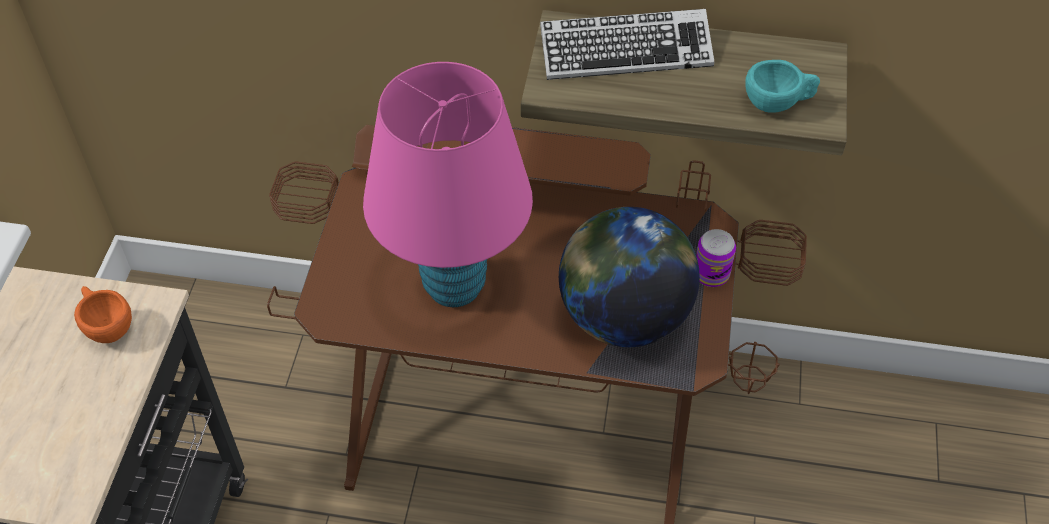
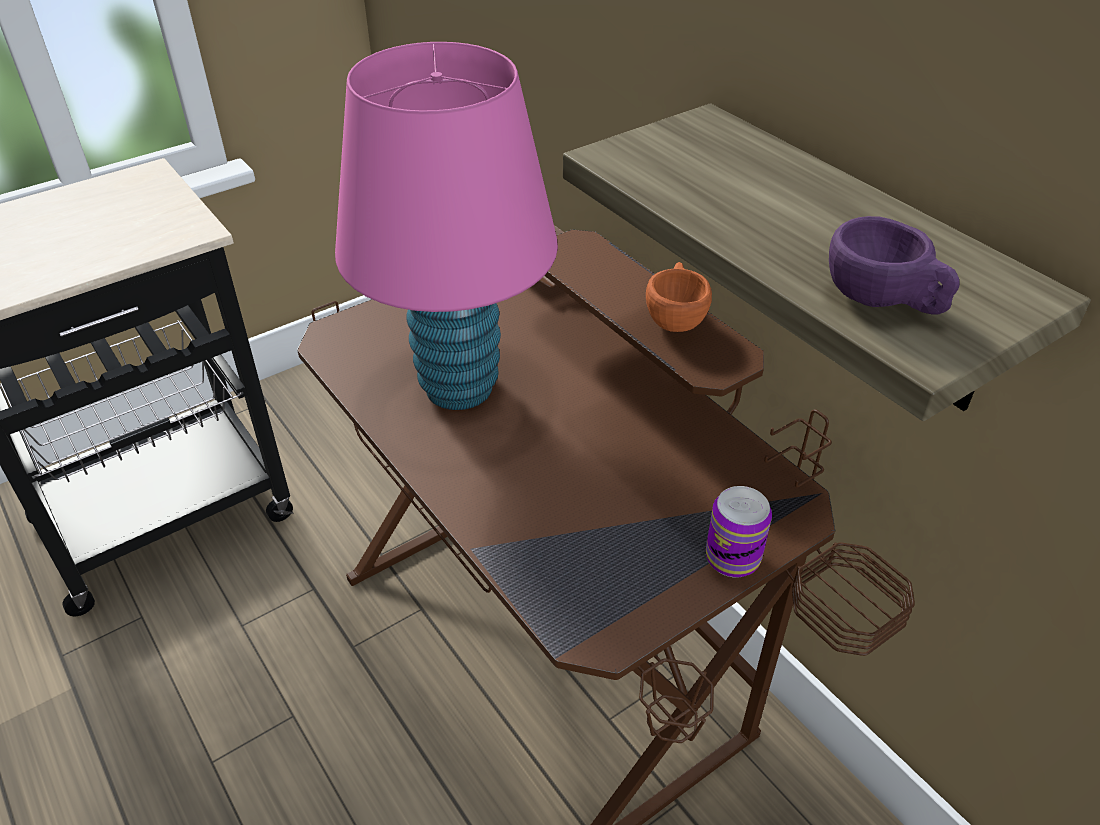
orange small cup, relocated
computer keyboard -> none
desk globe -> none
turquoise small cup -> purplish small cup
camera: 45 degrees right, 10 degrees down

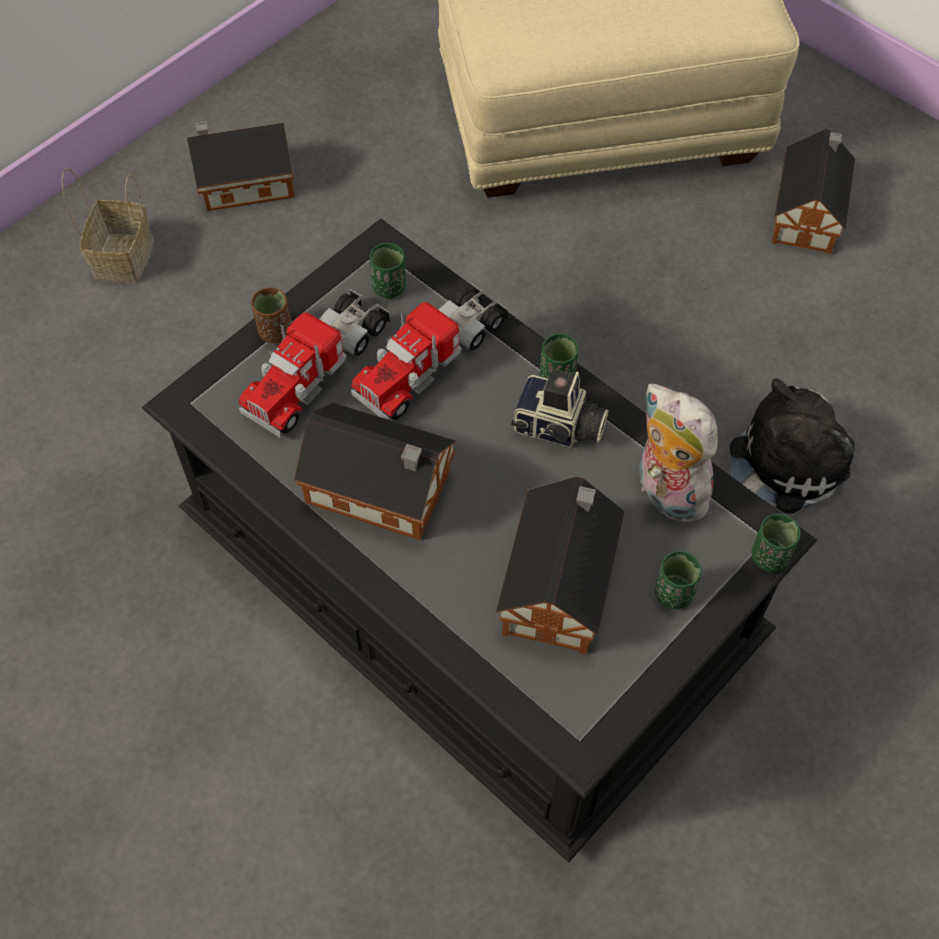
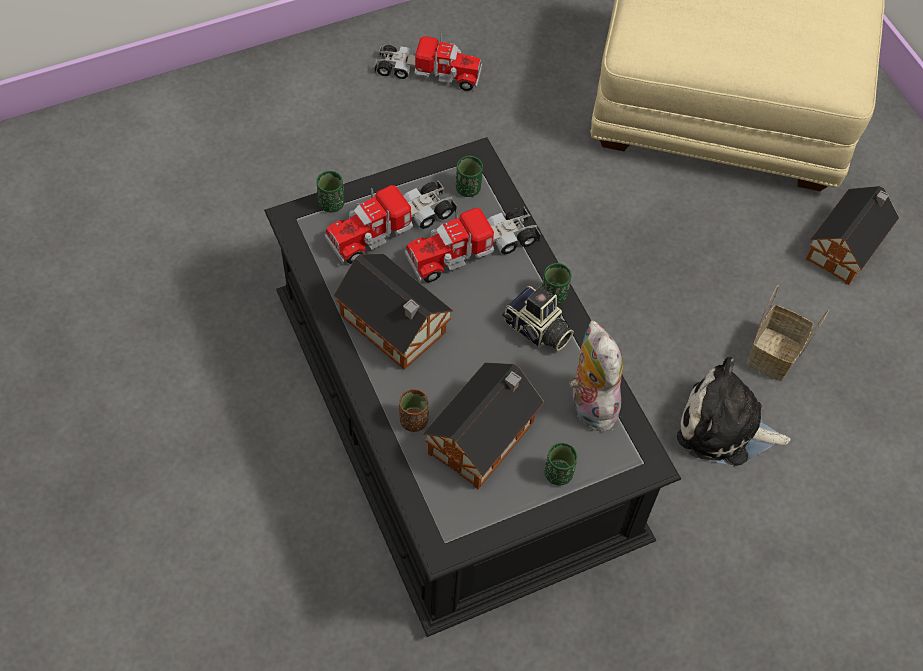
household basket, relocated
toy house (no. 1 from left) -> model truck (no. 2 from left)
brownish small cup, relocated
cuddly toy (no. 2 from left), 150 degrees counterclockwise
green-coloured small cup (no. 4 from left in the first image) -> green-coloured small cup (no. 1 from left), relocated
camera: 20 degrees right, 0 degrees up

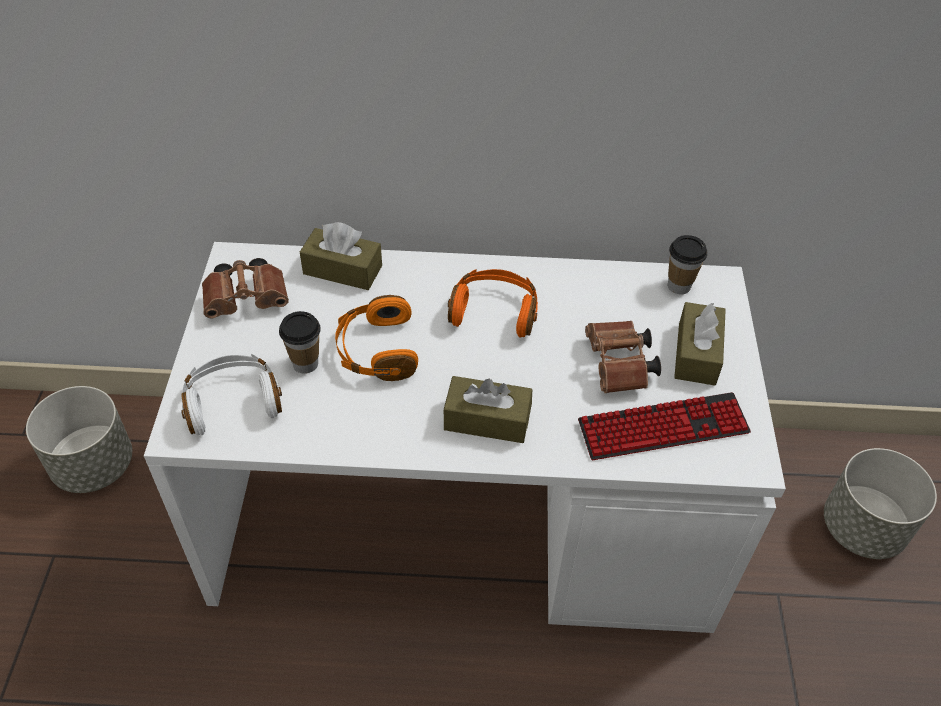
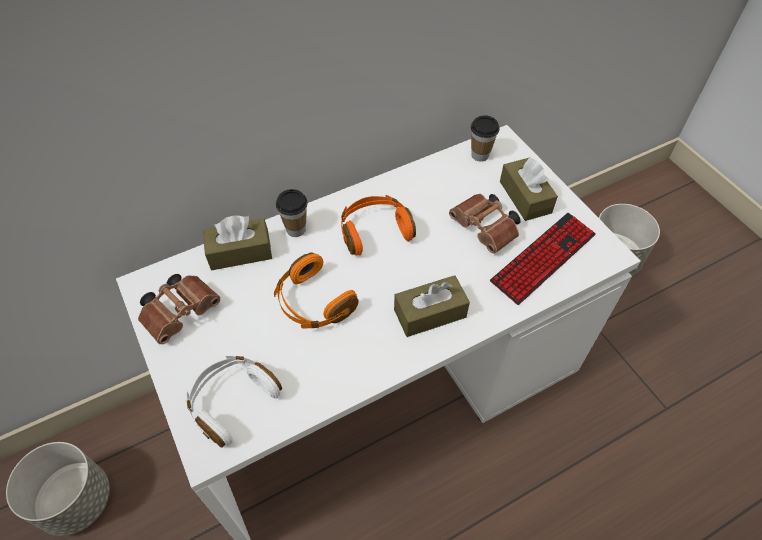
small cup (no. 1 from left), relocated
camera: 30 degrees left, 5 degrees up

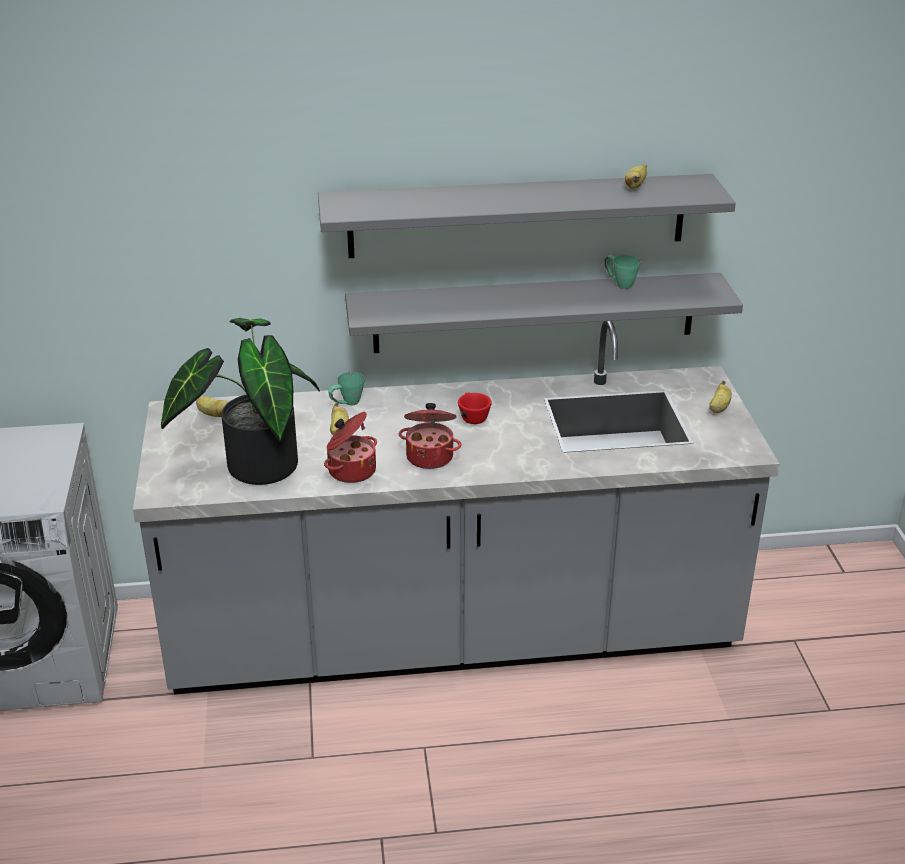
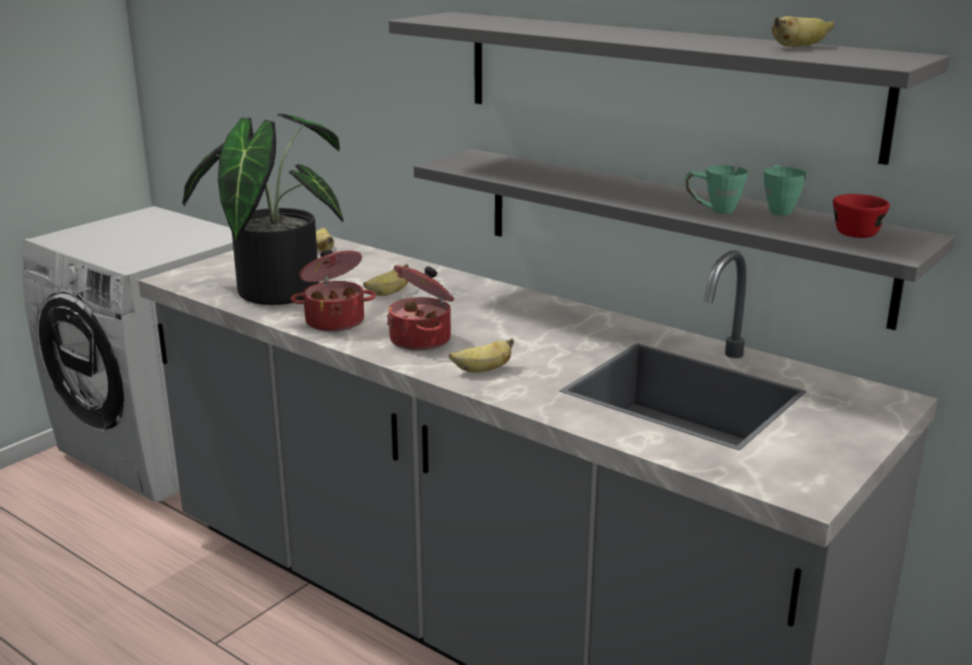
green-coloured mug (no. 1 from left), relocated
reddish small cup, relocated
banana (no. 4 from left in the first image) -> banana (no. 3 from left), relocated
camera: 45 degrees right, 10 degrees down

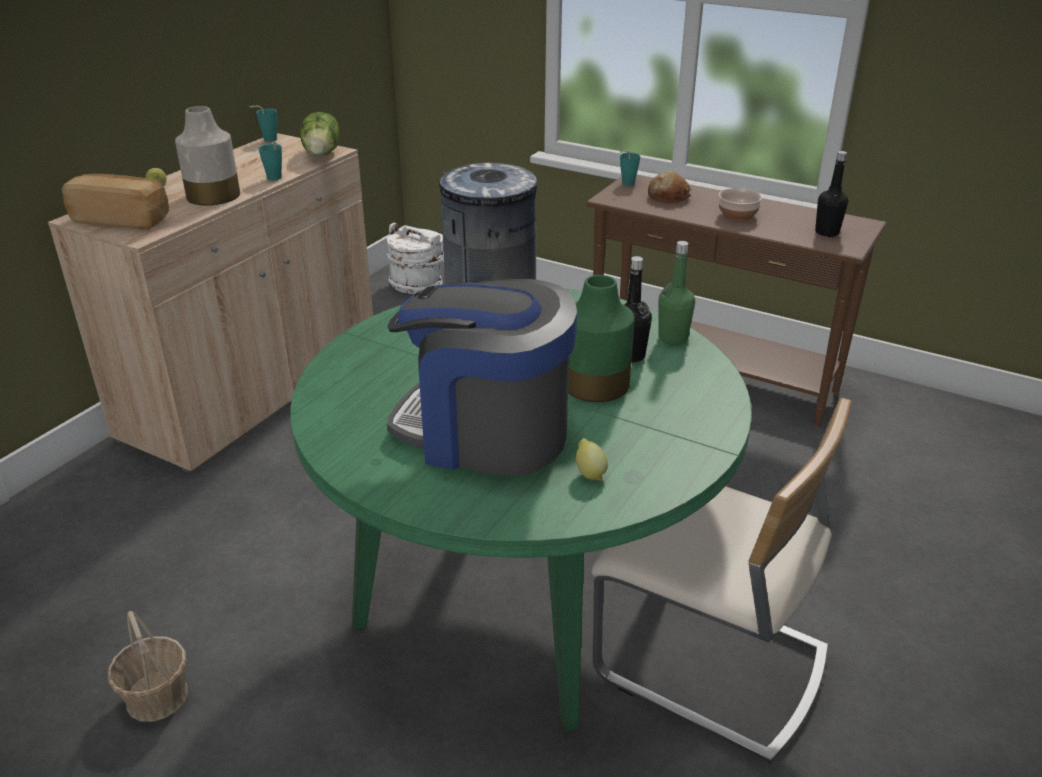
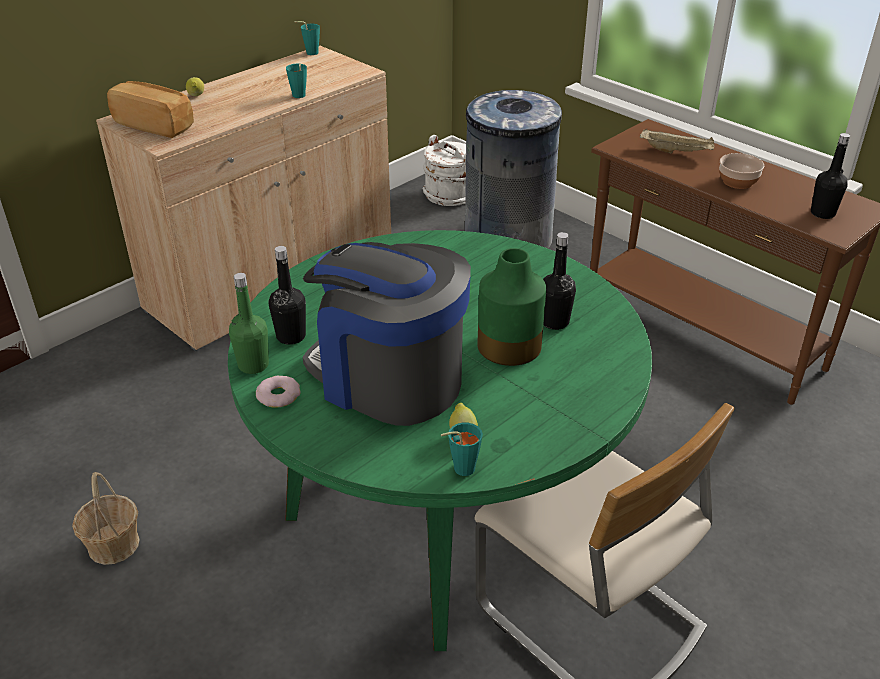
beige flower vase -> none
lettuce -> none
turquoise small cup (no. 3 from left), relocated
bread (no. 2 from left) -> beige serving tray
green-coloured drink bottle, relocated
none -> doughnut
none -> black drink bottle (no. 1 from left)
camera: 15 degrees right, 5 degrees up

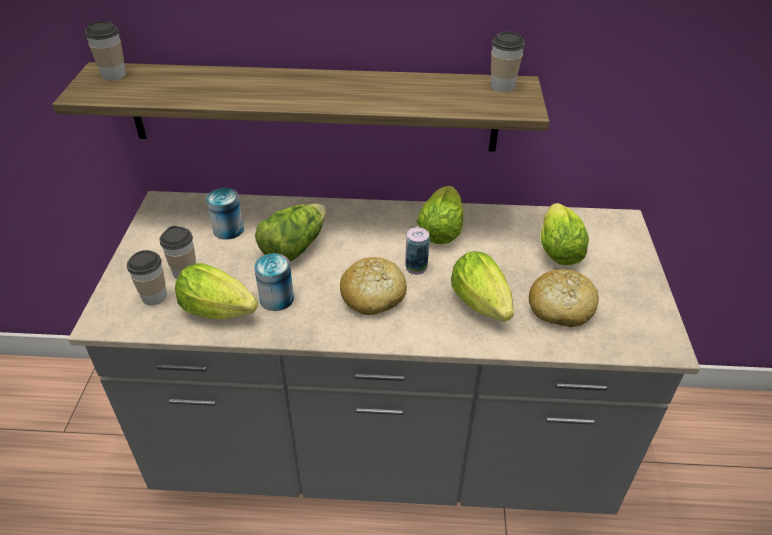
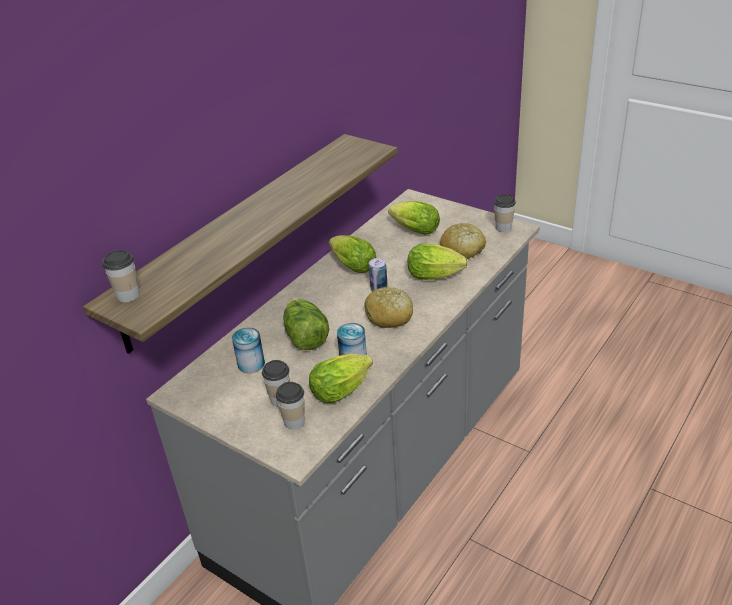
small cup (no. 4 from left), relocated
camera: 55 degrees left, 5 degrees down

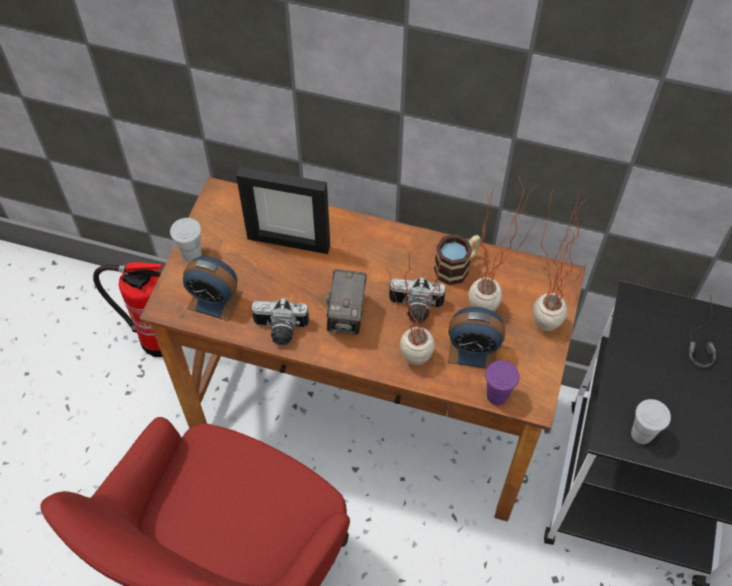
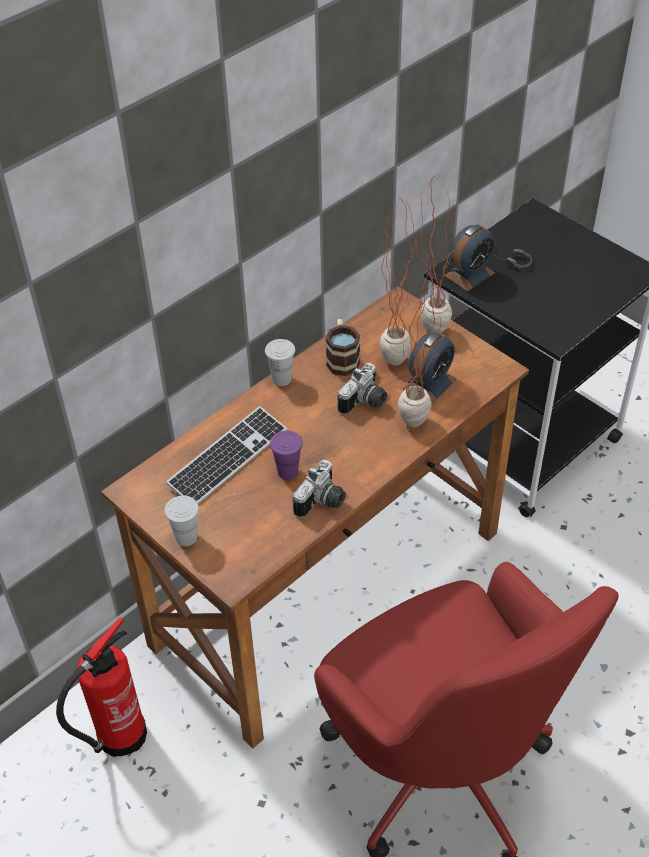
table clock (no. 1 from left in the first image) -> table clock (no. 2 from left), relocated
photo frame -> computer keyboard
photo camera (no. 2 from left) -> none
purplish small cup, relocated
white-coloured small cup (no. 2 from left), relocated
camera: 60 degrees left, 10 degrees down

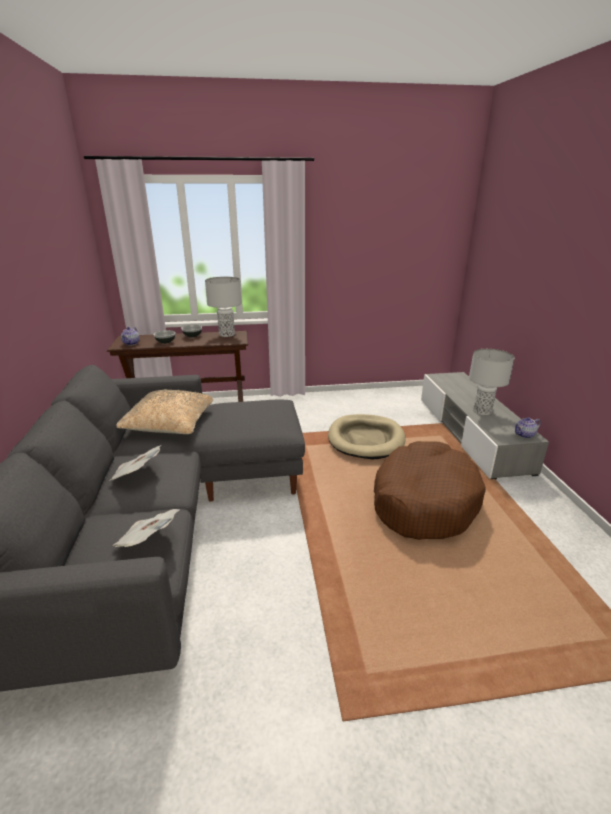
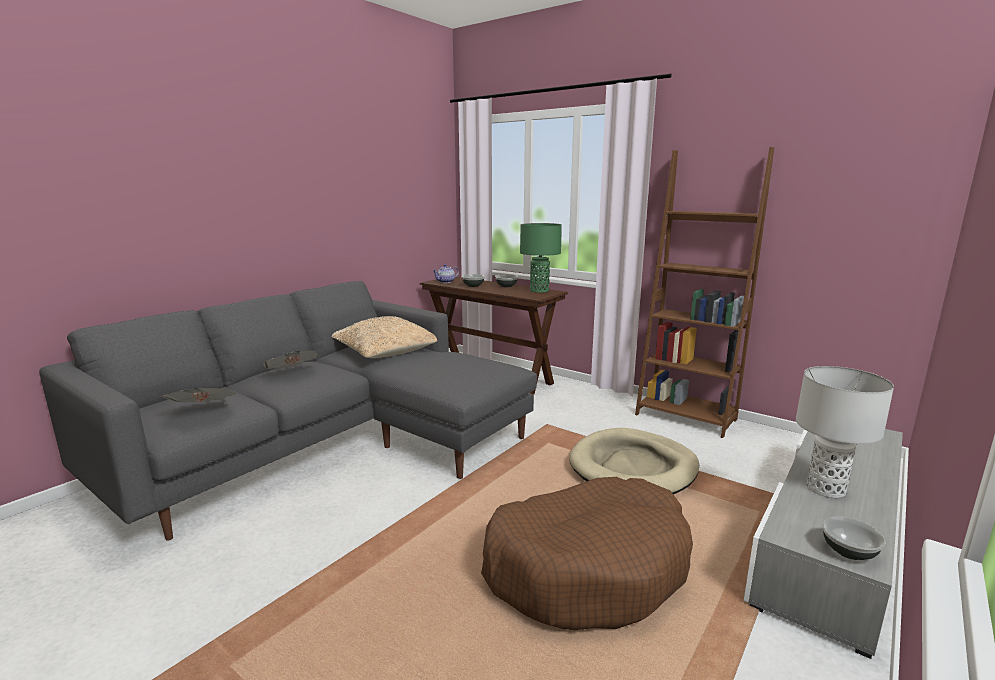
white-coloured tabletop lamp (no. 1 from left) -> green-coloured tabletop lamp
teapot (no. 2 from left) -> bowl (no. 3 from left)
none -> brownish shelving unit
camera: 45 degrees right, 10 degrees down

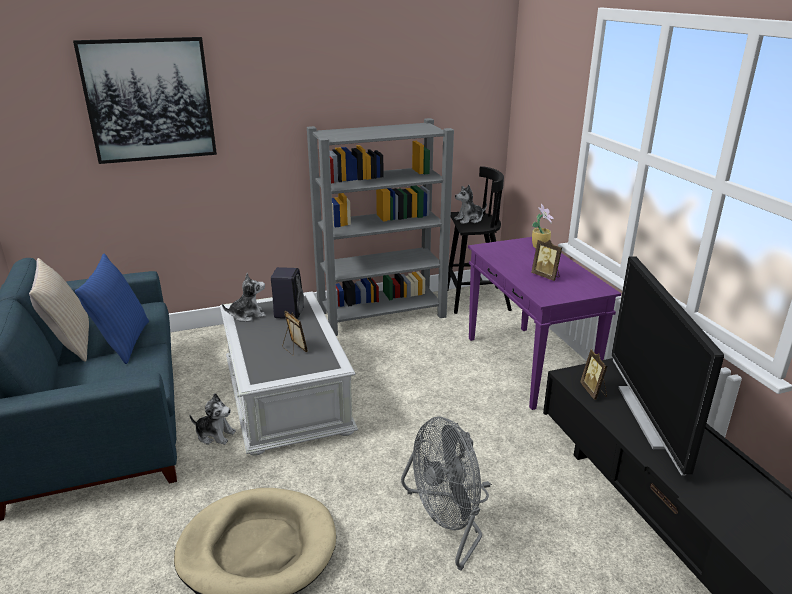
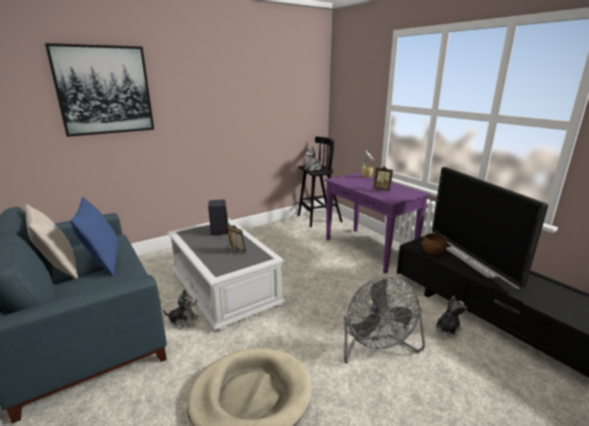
cuddly toy (no. 2 from left in the first image) -> cuddly toy (no. 3 from left), relocated
grey shelving unit -> none
grey fan, 60 degrees counterclockwise
photo frame (no. 3 from left) -> brownish bowl
camera: 15 degrees left, 5 degrees down

